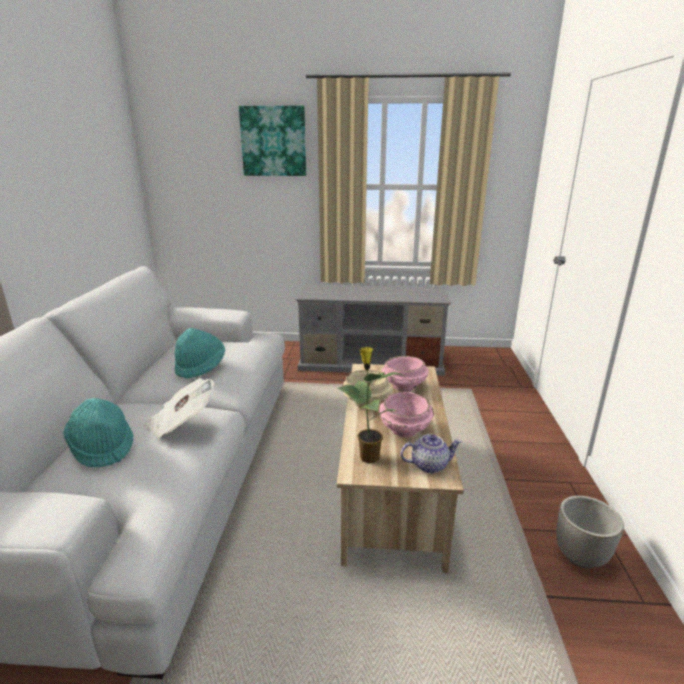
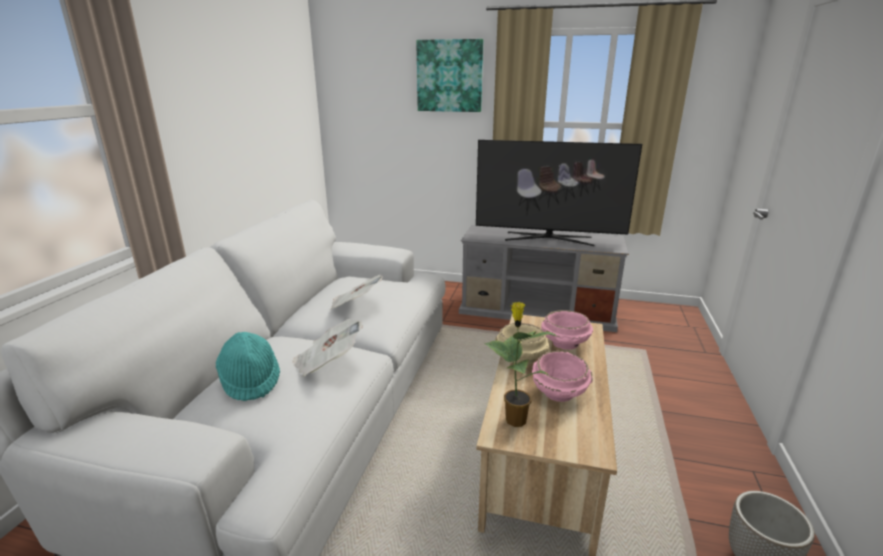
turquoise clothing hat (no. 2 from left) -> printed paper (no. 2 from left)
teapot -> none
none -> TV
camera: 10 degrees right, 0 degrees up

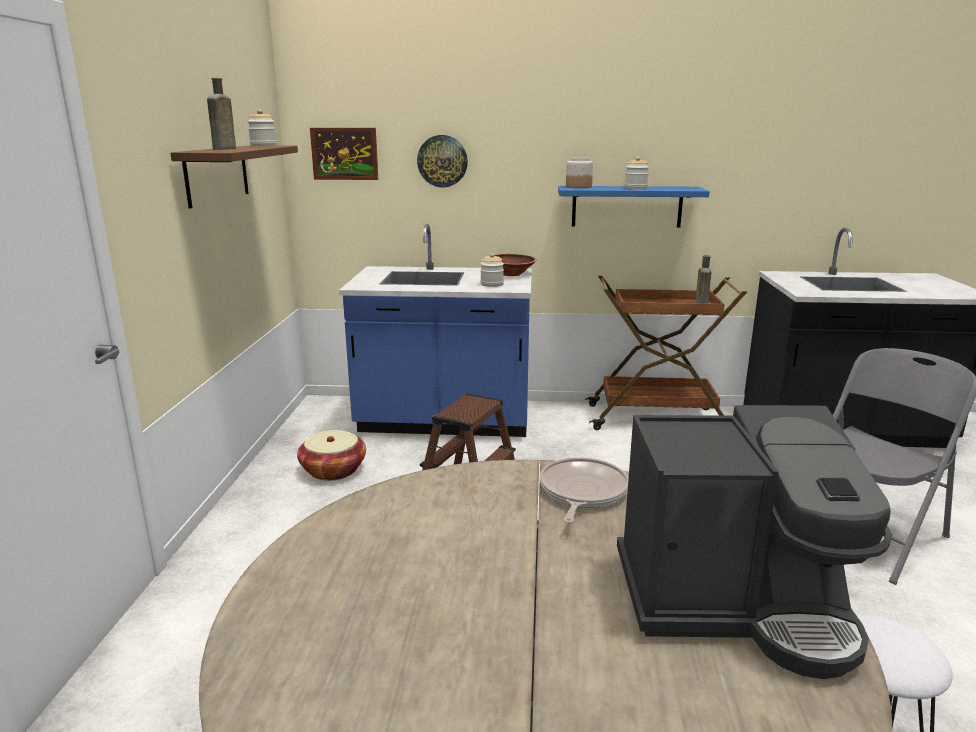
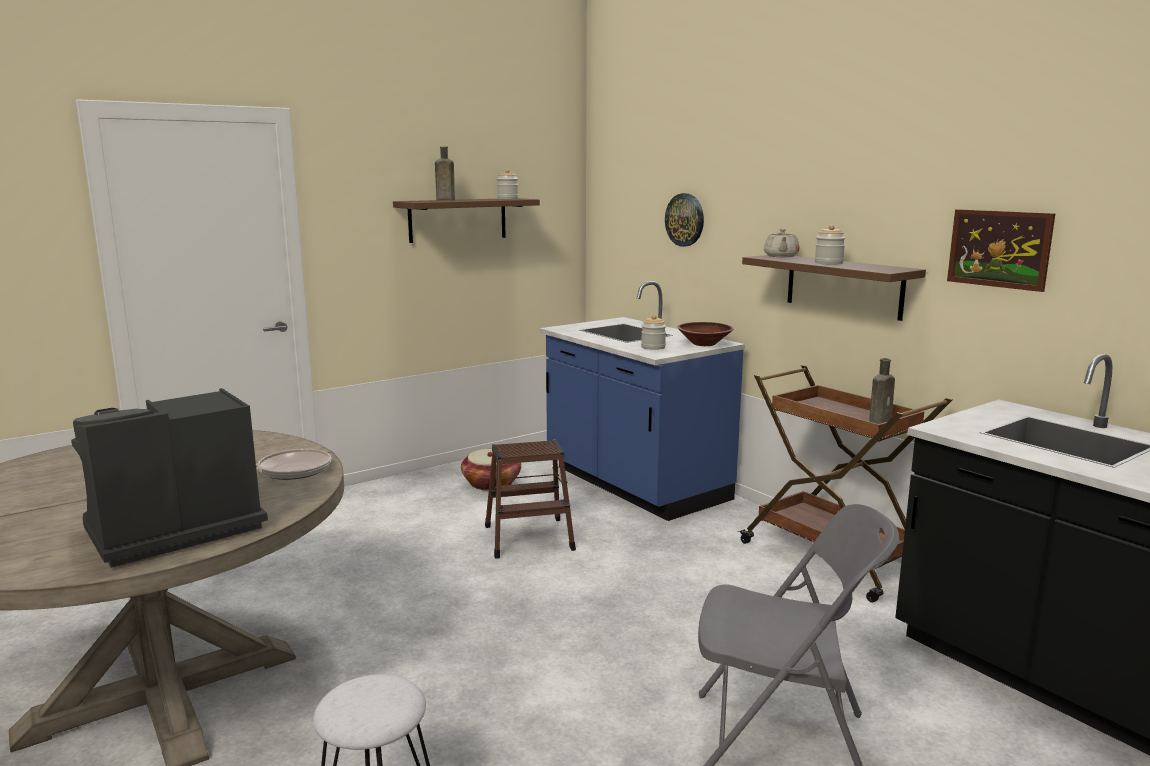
picture, relocated
blue shelf -> brownish shelf (no. 2 from left)
preserve jar (no. 3 from left) -> beige teapot
coffee maker, 90 degrees clockwise
camera: 50 degrees right, 5 degrees down

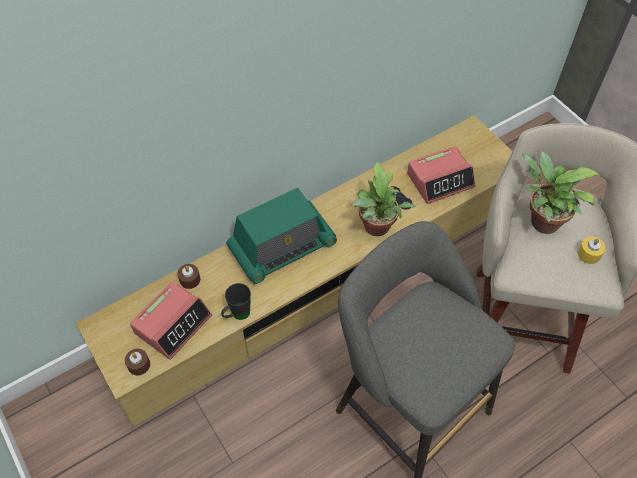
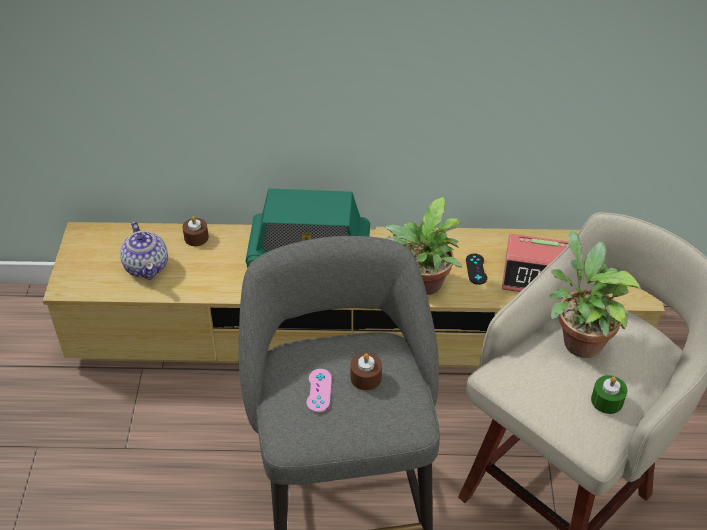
brownish wax candle (no. 1 from left in the first image) -> brownish wax candle (no. 2 from left), relocated
table clock (no. 1 from left) -> teapot
black mug -> none
yellow wax candle -> green-coloured wax candle
none -> pink gamepad
camera: 35 degrees right, 10 degrees down

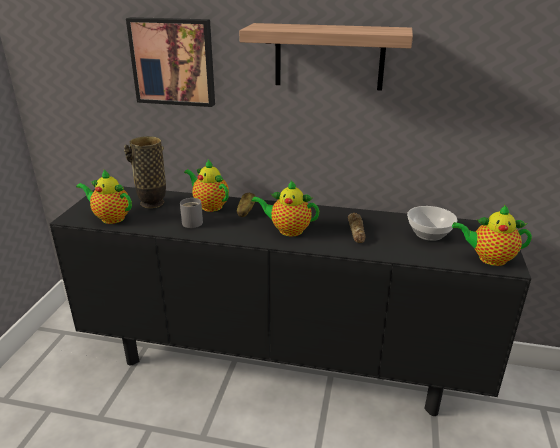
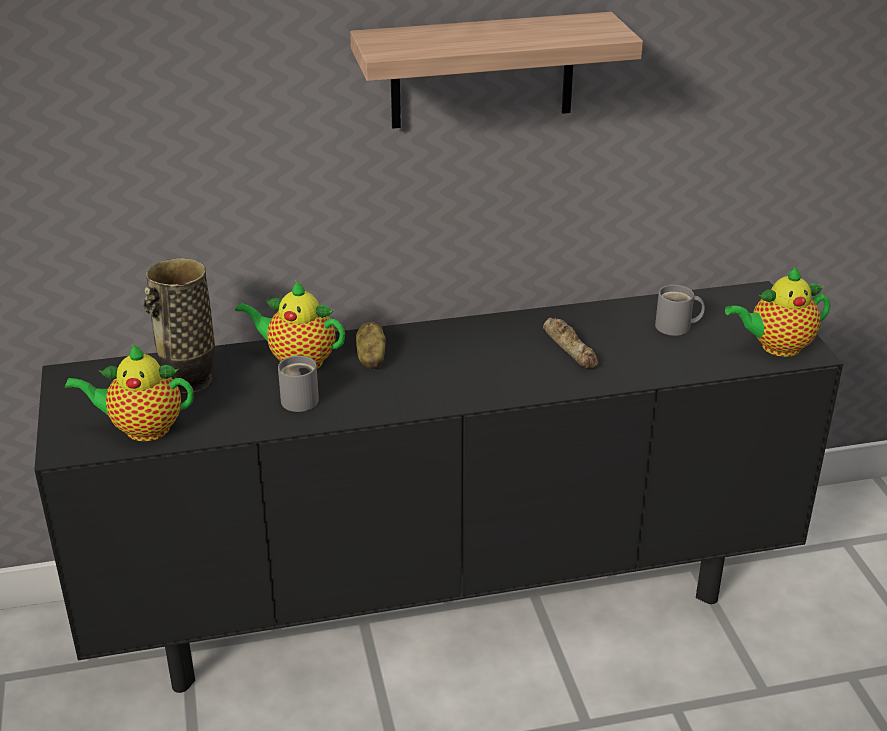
picture -> none
teapot (no. 3 from left) -> none
bowl -> grey mug (no. 2 from left)
camera: 25 degrees left, 5 degrees up

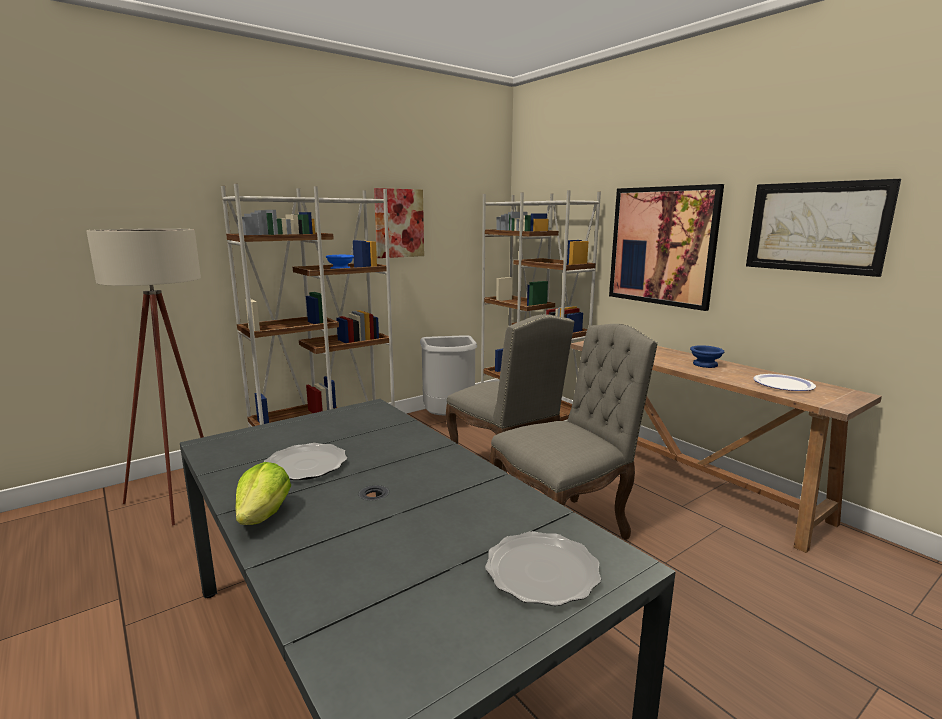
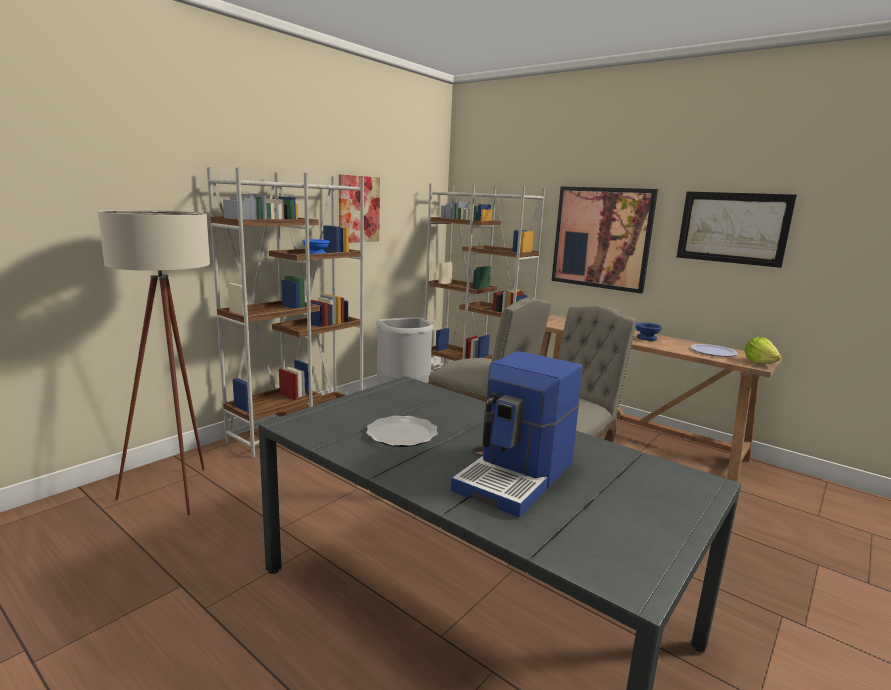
lettuce, relocated
flat dish (no. 2 from left) -> none
none -> coffee maker
camera: 15 degrees left, 0 degrees up

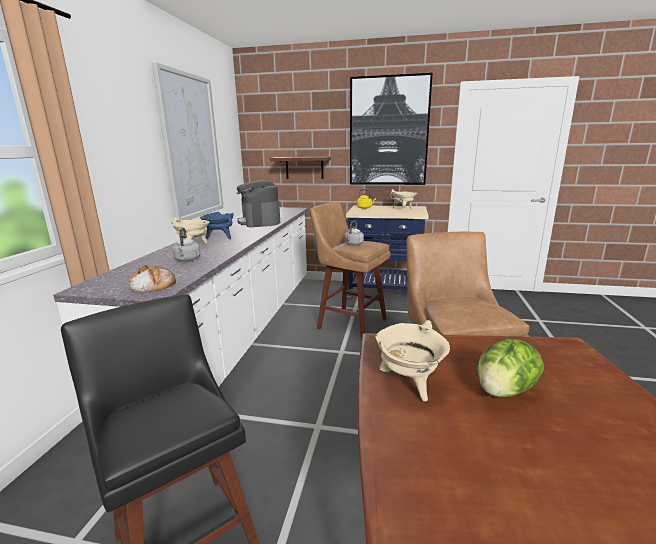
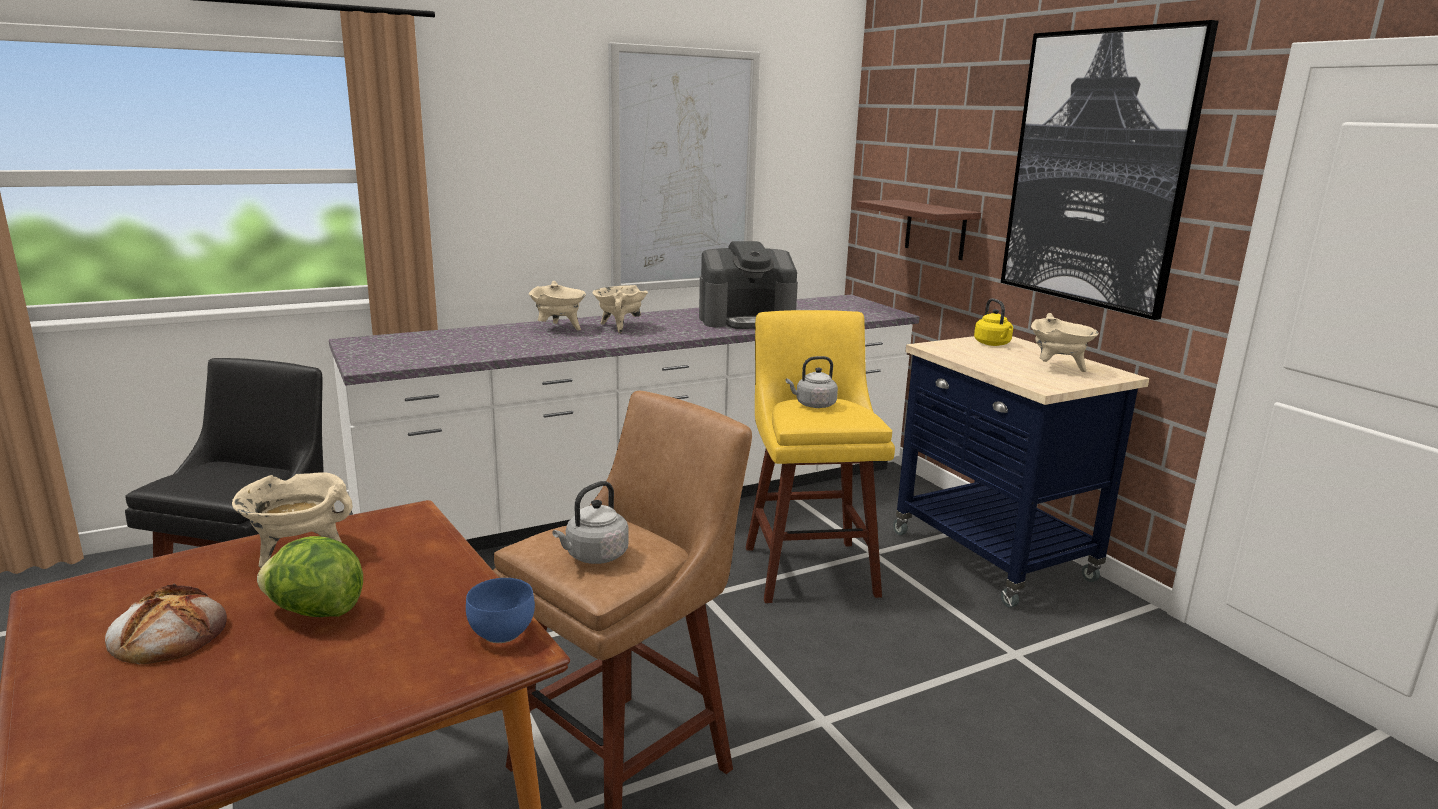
bread, relocated
grey kettle (no. 1 from left), relocated
blue stockpot -> beige stockpot (no. 3 from left)
coffee maker, 135 degrees counterclockwise
brownish sitting stool (no. 1 from left) -> yellow sitting stool
none -> blue bowl
camera: 50 degrees right, 0 degrees up

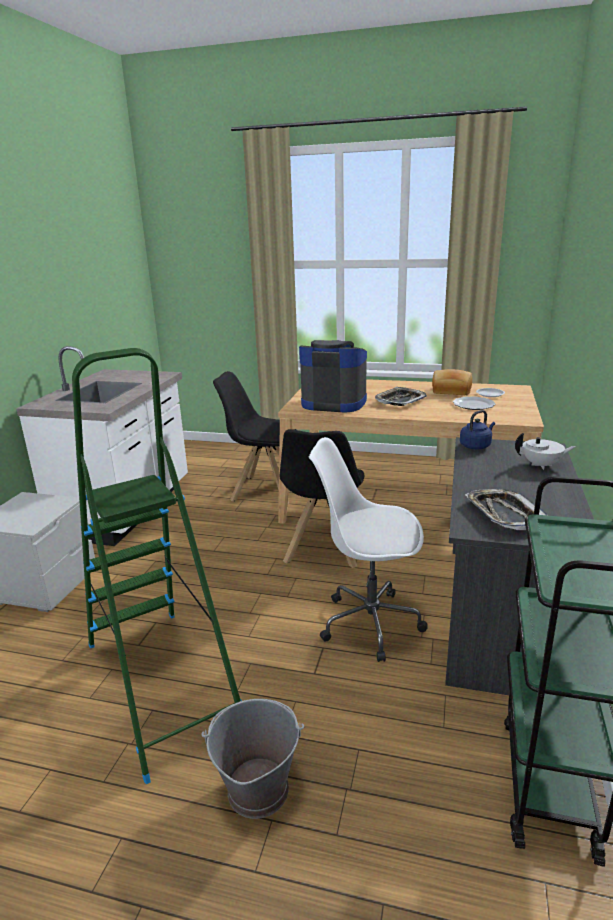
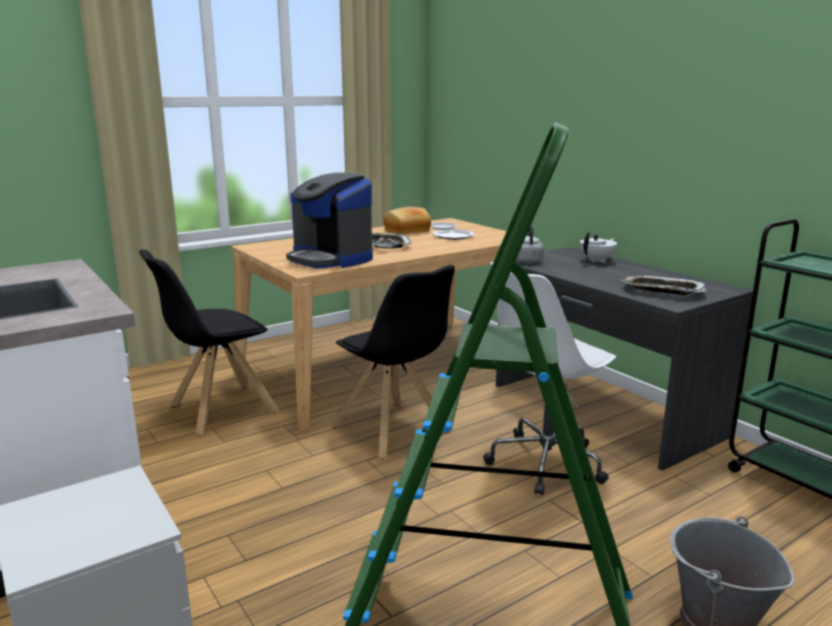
coffee maker, 105 degrees counterclockwise
blue kettle -> grey kettle
camera: 50 degrees left, 5 degrees down

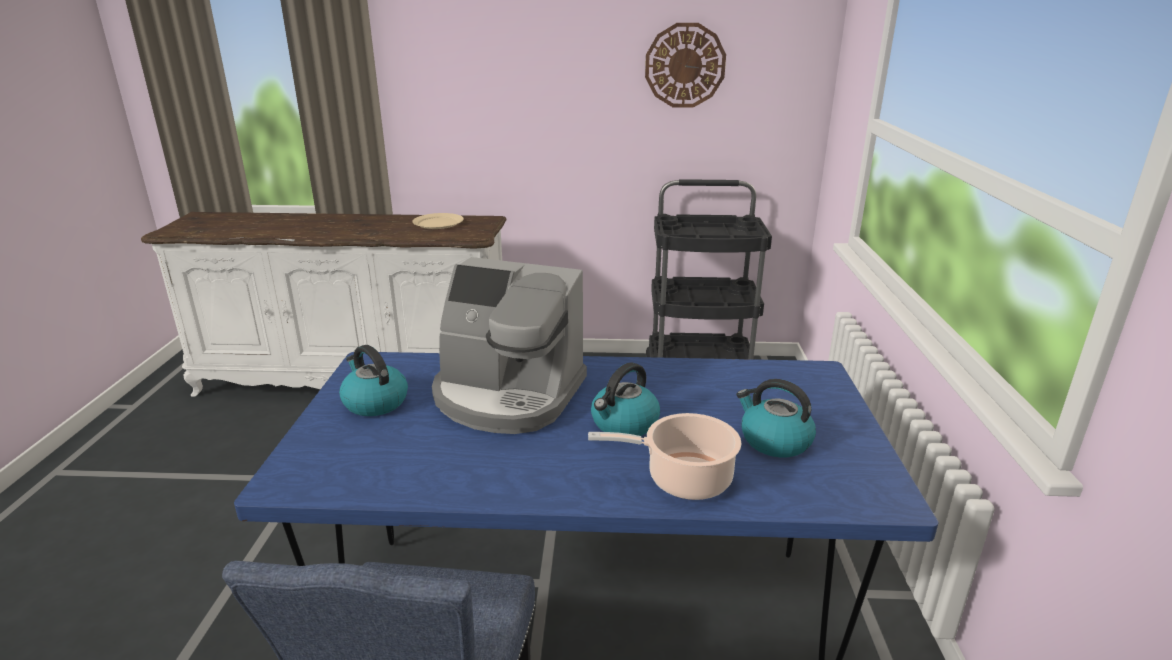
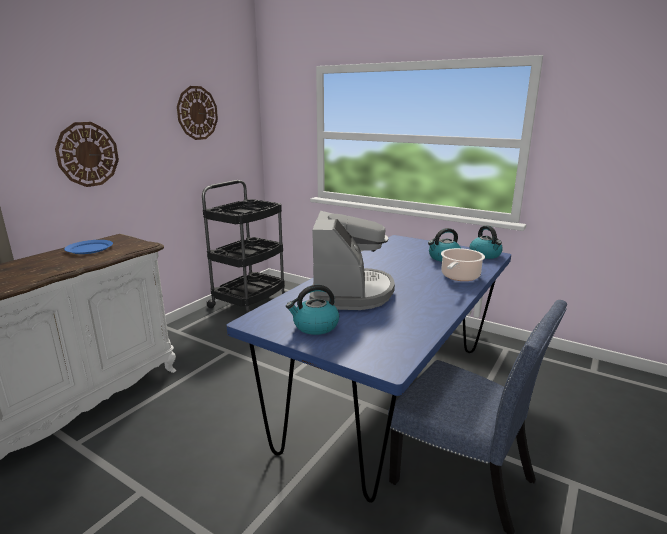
beige flat dish -> blue flat dish
coffee maker, 45 degrees counterclockwise
kettle (no. 2 from left in the first image) -> kettle (no. 3 from left), relocated
none -> wall clock (no. 1 from left)
camera: 60 degrees left, 5 degrees down

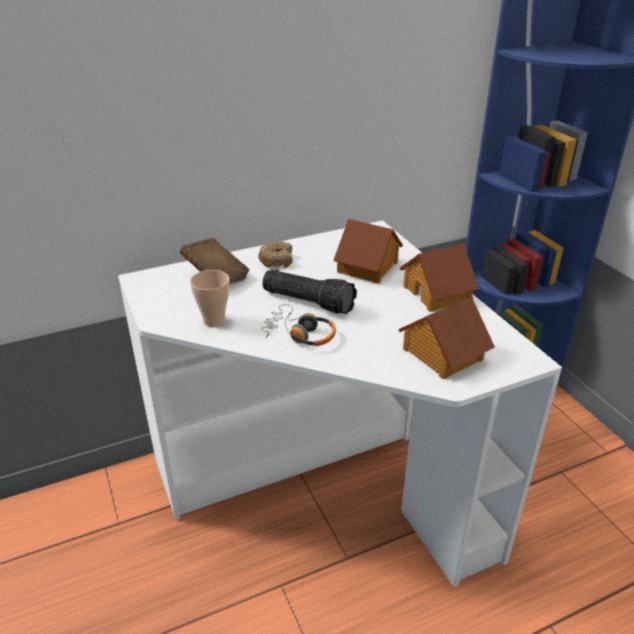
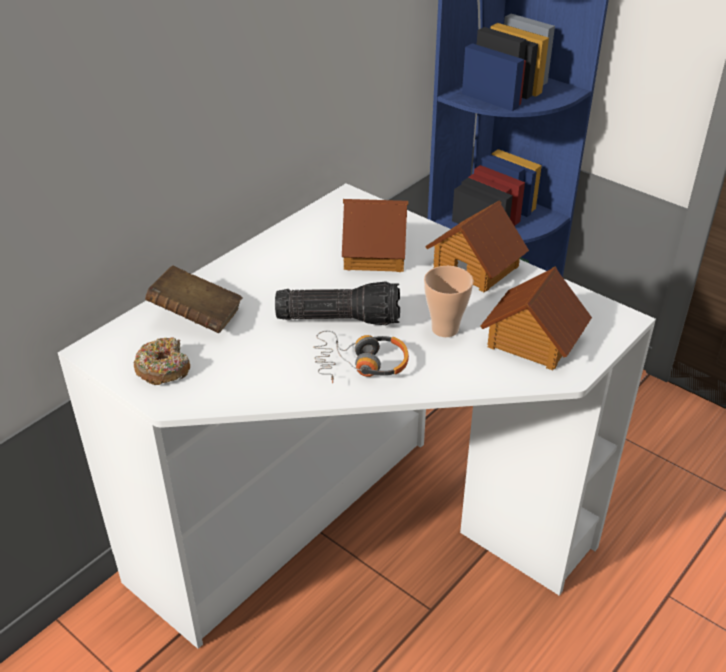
small cup, relocated
doughnut, relocated
camera: 25 degrees left, 5 degrees up

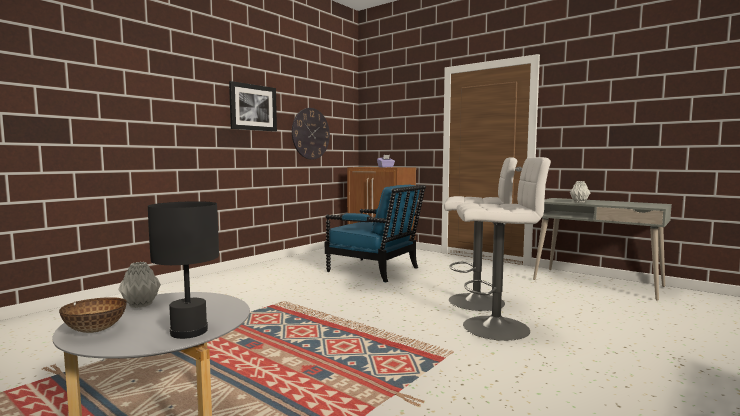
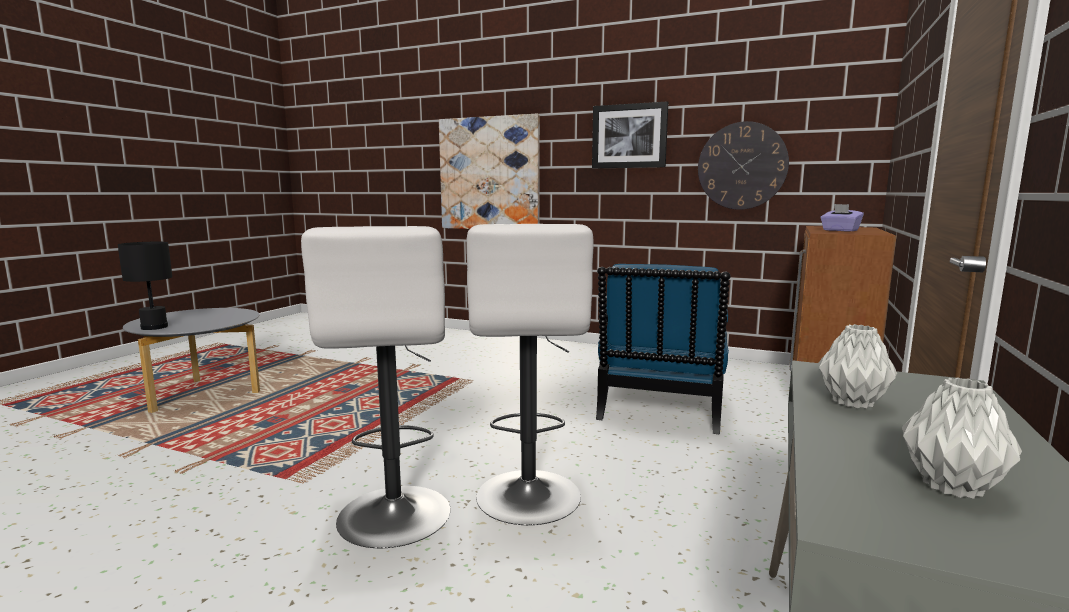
bowl -> none
grey flower vase (no. 1 from left in the first image) -> grey flower vase (no. 2 from left), relocated
none -> picture (no. 1 from left)
camera: 75 degrees right, 5 degrees up

